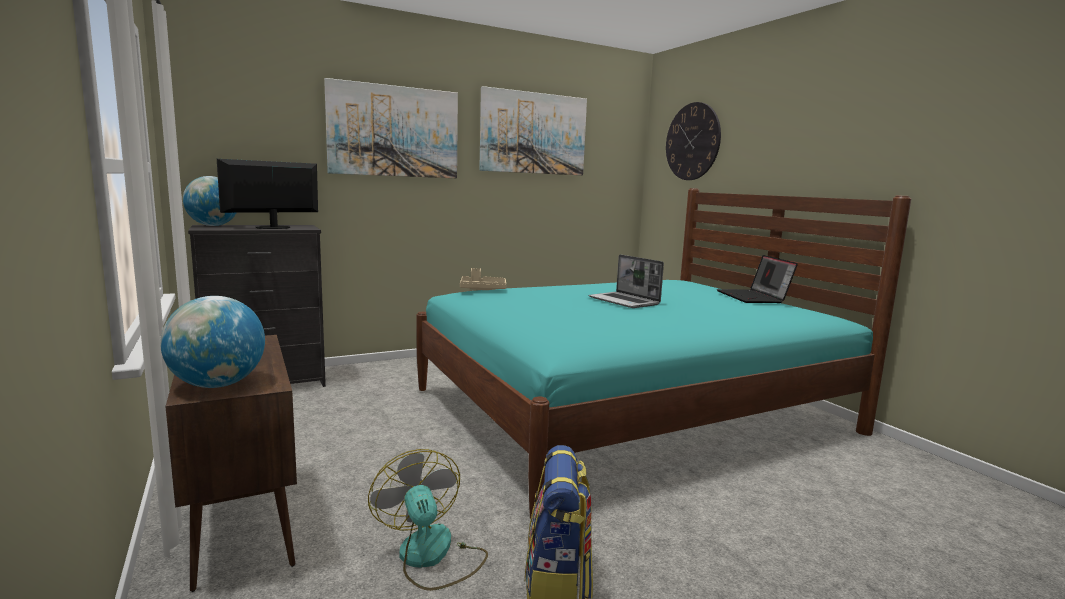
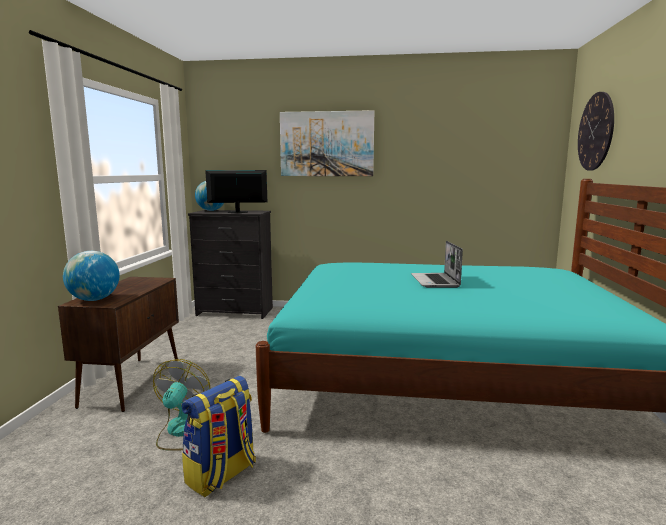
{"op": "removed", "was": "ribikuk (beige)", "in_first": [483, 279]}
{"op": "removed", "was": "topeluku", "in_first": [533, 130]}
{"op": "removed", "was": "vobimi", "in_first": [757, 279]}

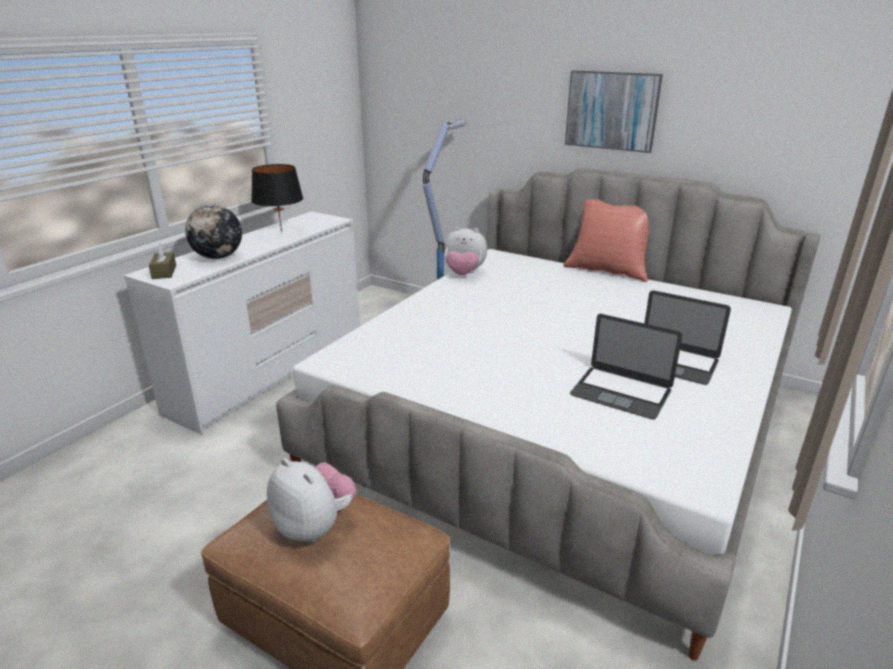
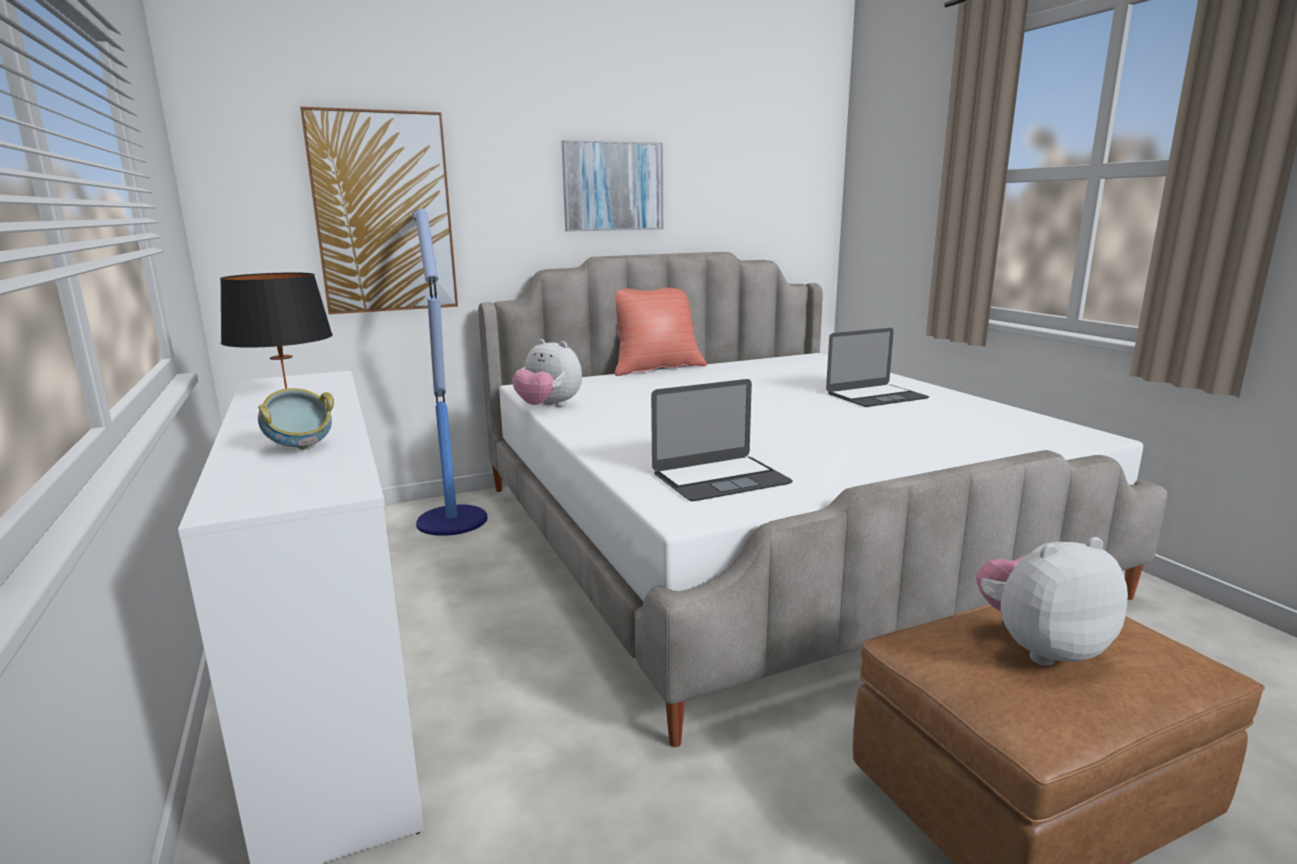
{"op": "removed", "was": "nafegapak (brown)", "in_first": [162, 261]}
{"op": "replaced", "was": "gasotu", "now": "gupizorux", "in_first": [213, 232], "in_second": [296, 419]}
{"op": "turned", "was": "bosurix", "in_first": [465, 251], "in_second": [547, 373], "clockwise": 75}
{"op": "moved", "was": "vobimi", "in_first": [626, 366], "in_second": [722, 440]}
{"op": "added", "now": "topeluku", "in_second": [379, 210]}

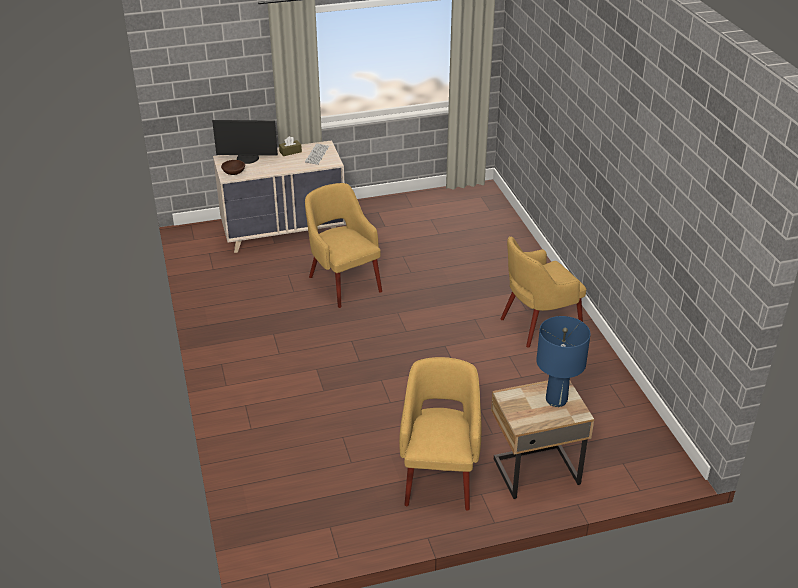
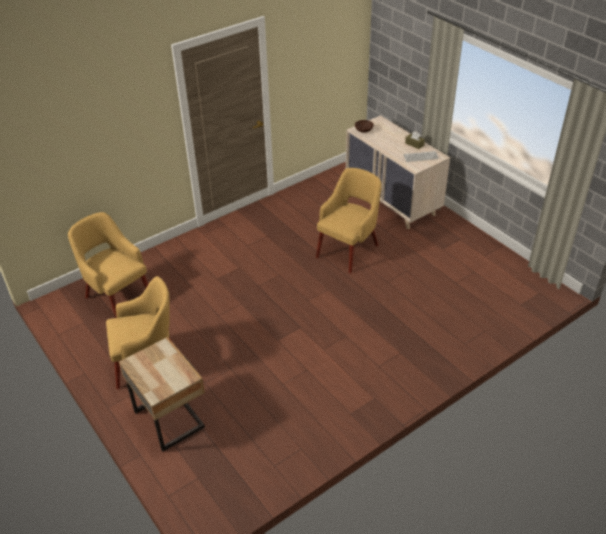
{"op": "removed", "was": "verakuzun", "in_first": [245, 142]}
{"op": "moved", "was": "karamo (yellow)", "in_first": [543, 292], "in_second": [108, 265]}
{"op": "removed", "was": "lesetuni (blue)", "in_first": [563, 361]}

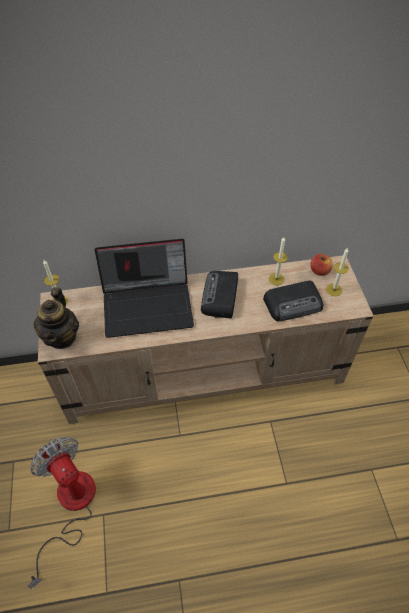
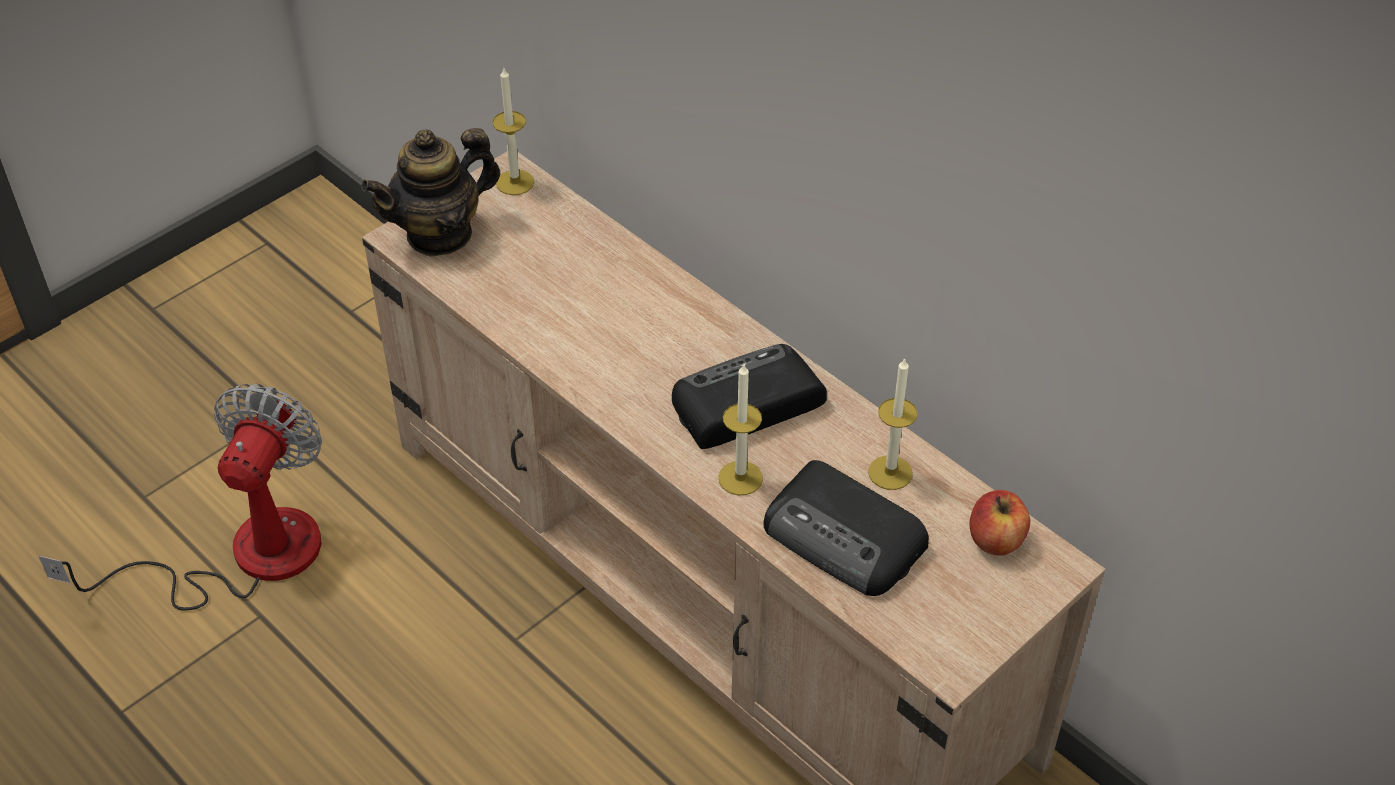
{"op": "removed", "was": "vobimi", "in_first": [144, 288]}
{"op": "moved", "was": "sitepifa", "in_first": [337, 272], "in_second": [740, 429]}

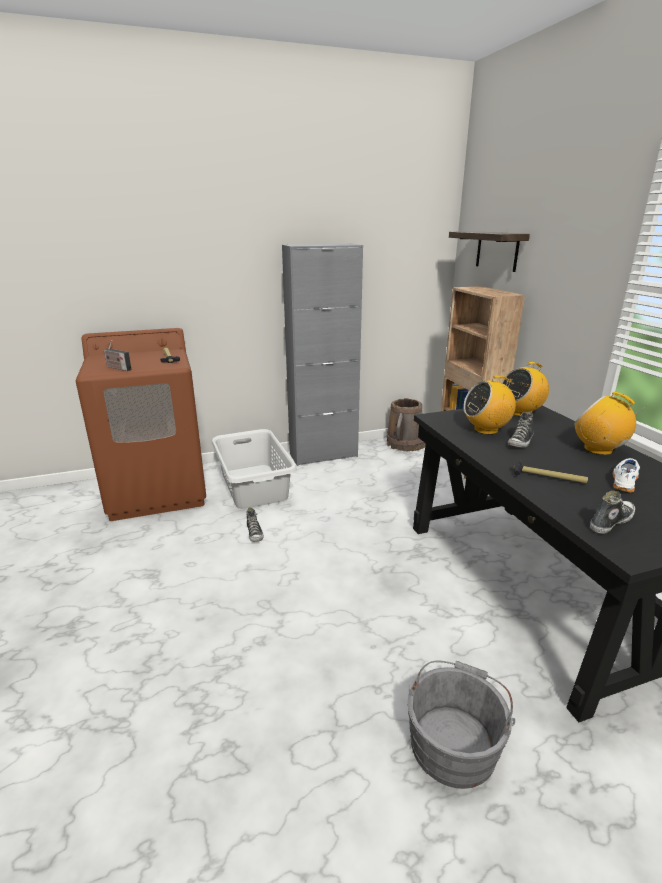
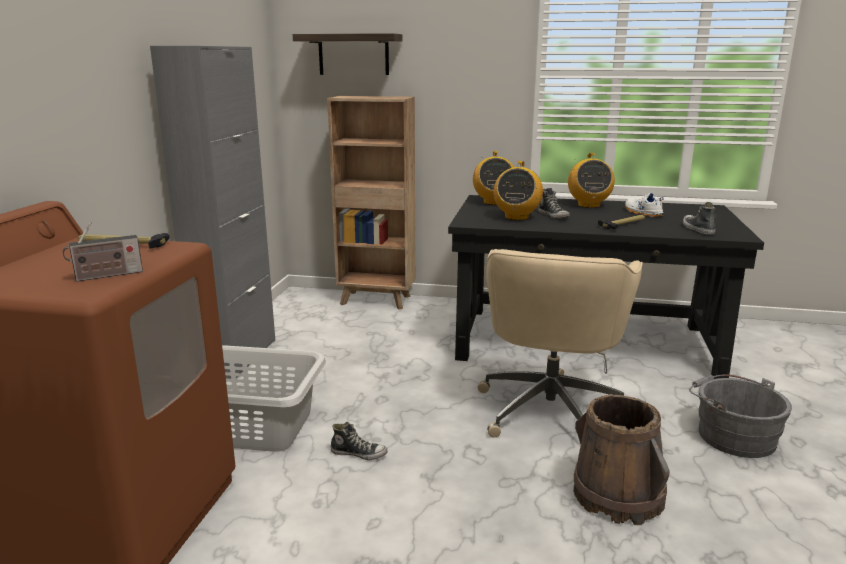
{"op": "moved", "was": "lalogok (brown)", "in_first": [406, 425], "in_second": [622, 459]}
{"op": "turned", "was": "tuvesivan", "in_first": [610, 423], "in_second": [591, 180], "clockwise": -75}
{"op": "added", "now": "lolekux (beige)", "in_second": [560, 343]}

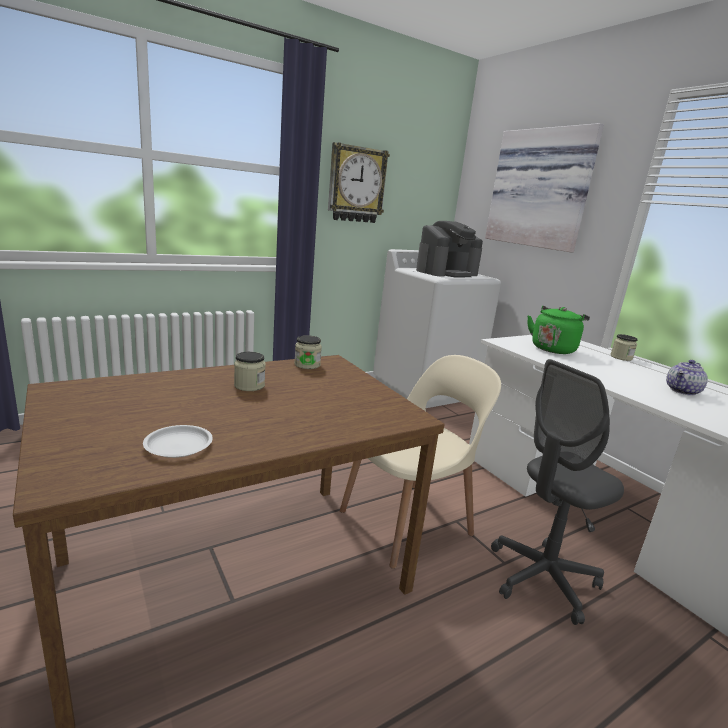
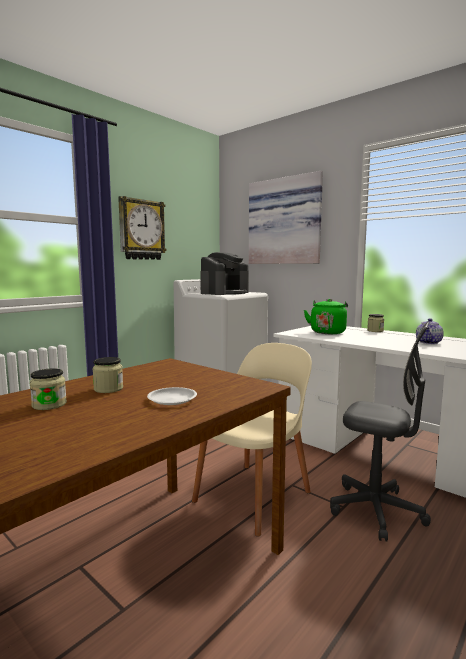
{"op": "moved", "was": "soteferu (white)", "in_first": [178, 441], "in_second": [172, 396]}
{"op": "moved", "was": "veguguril", "in_first": [308, 352], "in_second": [48, 389]}
{"op": "turned", "was": "lolekux (grey)", "in_first": [557, 492], "in_second": [380, 432], "clockwise": -105}

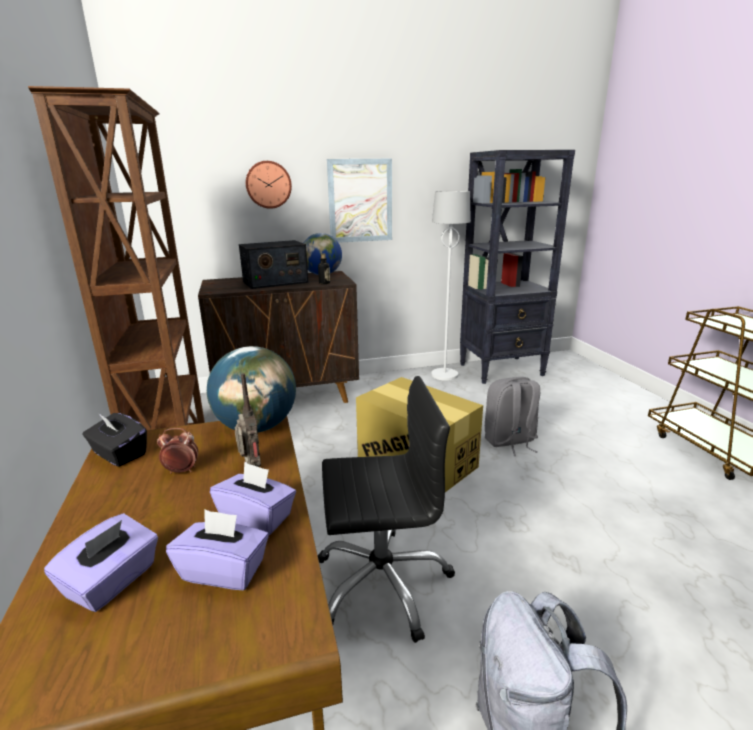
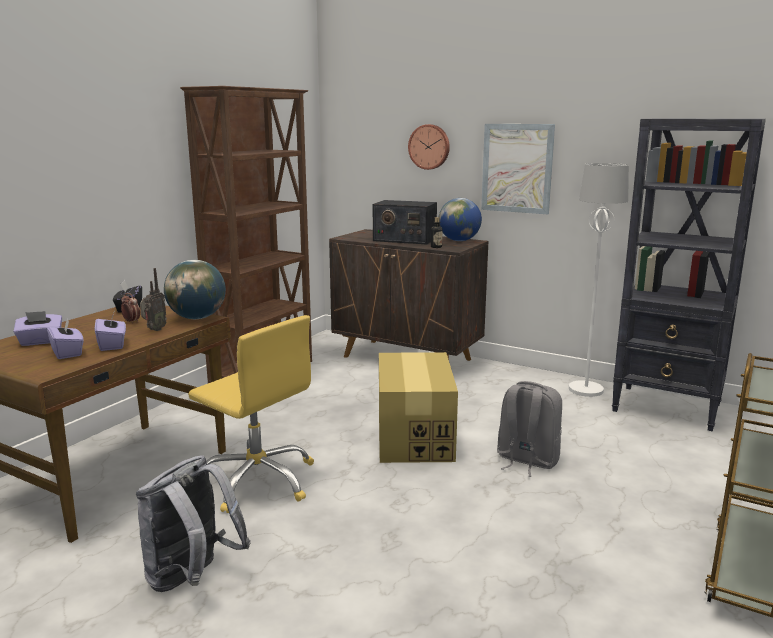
{"op": "recoloured", "was": "lolekux (black)", "now": "lolekux (yellow)", "in_first": [386, 509], "in_second": [251, 414]}

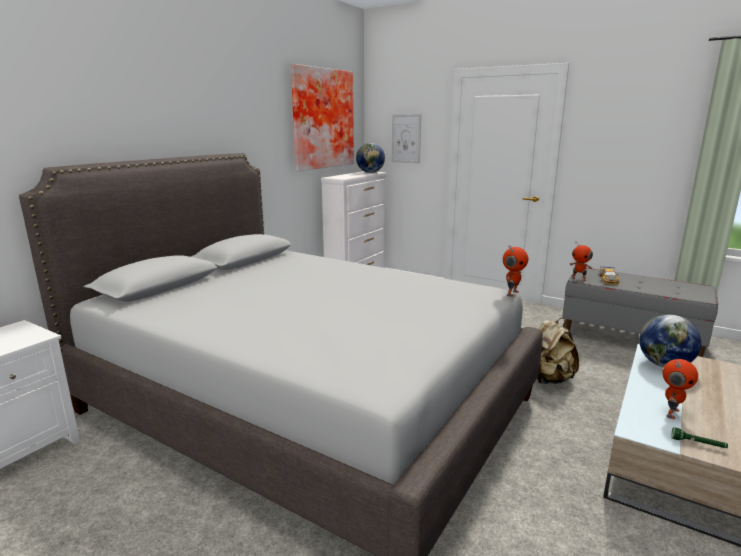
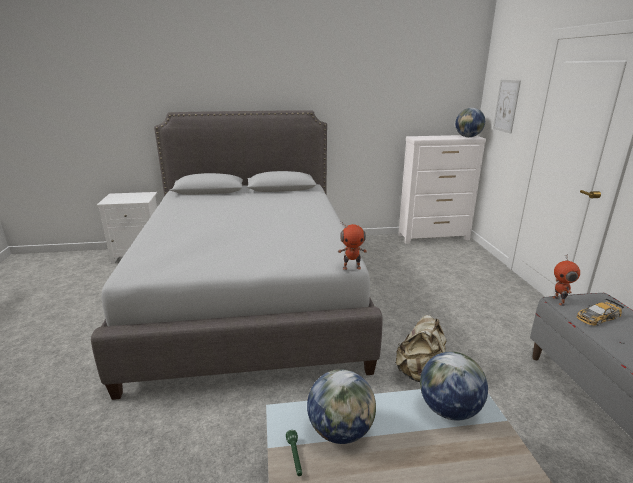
{"op": "removed", "was": "topeluku", "in_first": [322, 117]}
{"op": "replaced", "was": "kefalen", "now": "gasotu", "in_first": [680, 389], "in_second": [341, 406]}

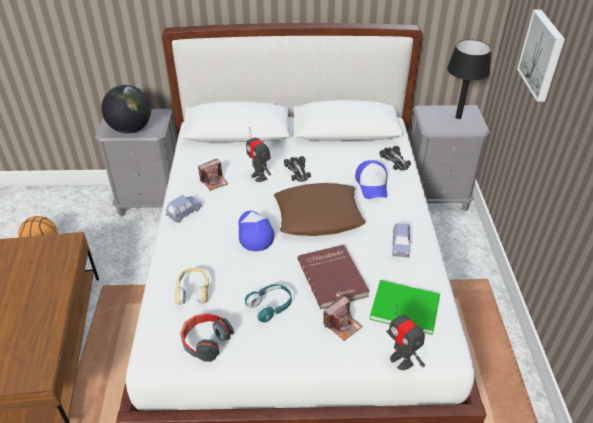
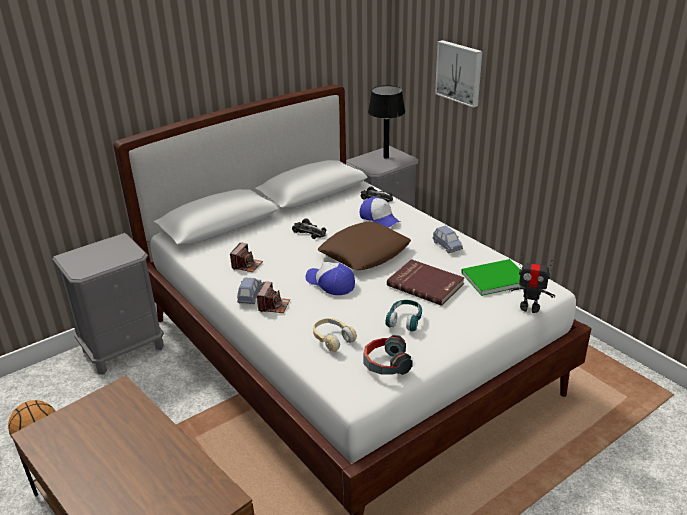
{"op": "removed", "was": "gasotu", "in_first": [126, 109]}
{"op": "removed", "was": "kefalen", "in_first": [258, 155]}
{"op": "moved", "was": "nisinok", "in_first": [343, 318], "in_second": [273, 297]}

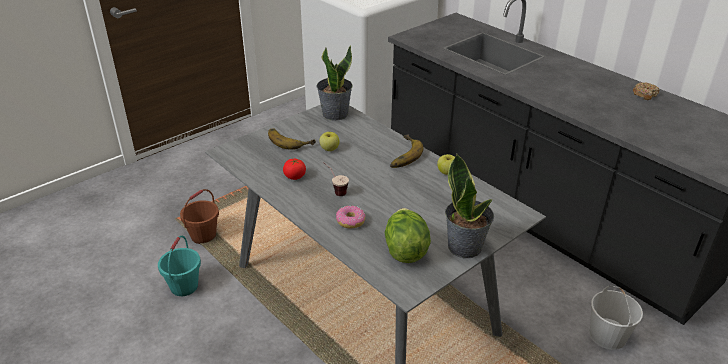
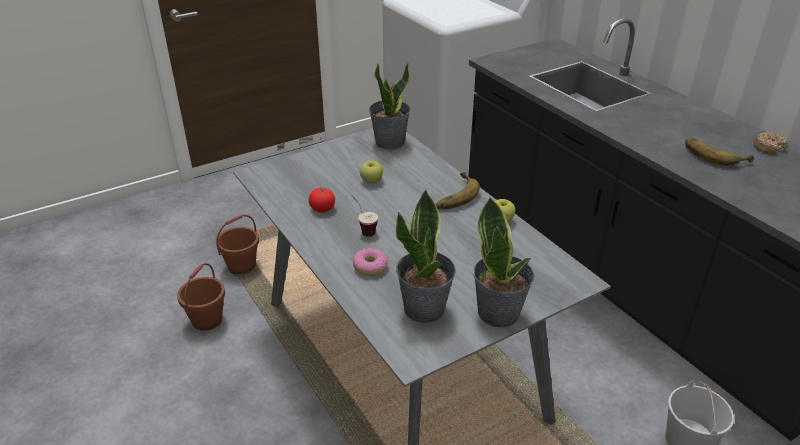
{"op": "recoloured", "was": "lalogok (turquoise)", "now": "lalogok (brown)", "in_first": [179, 266], "in_second": [201, 297]}
{"op": "moved", "was": "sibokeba", "in_first": [292, 139], "in_second": [719, 151]}
{"op": "replaced", "was": "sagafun", "now": "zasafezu", "in_first": [408, 235], "in_second": [426, 256]}

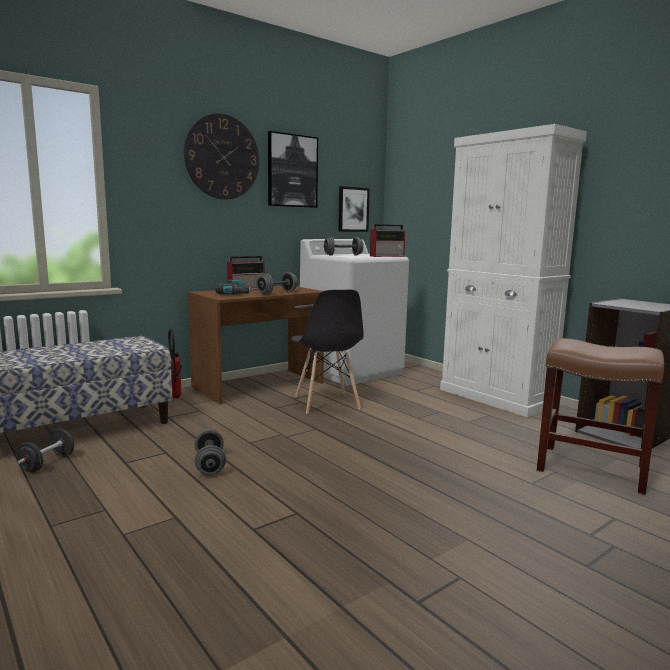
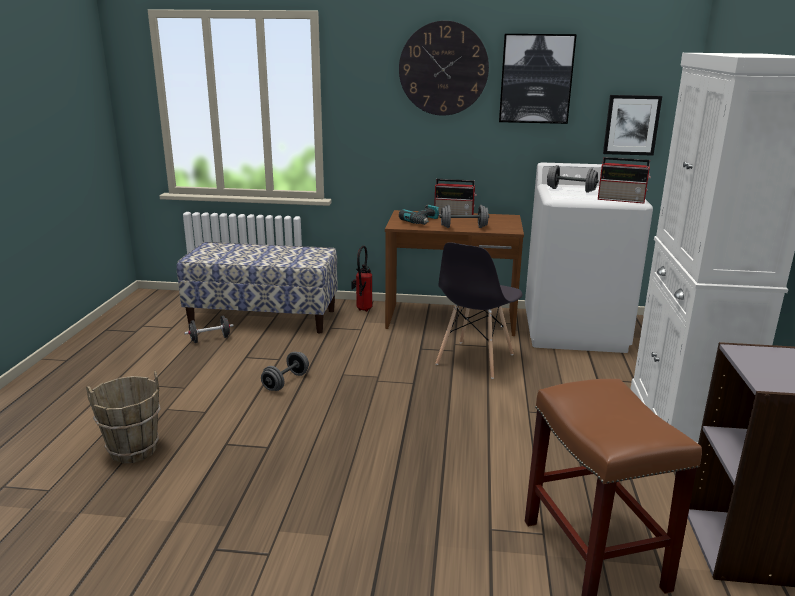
{"op": "added", "now": "lalogok (brown)", "in_second": [123, 417]}

